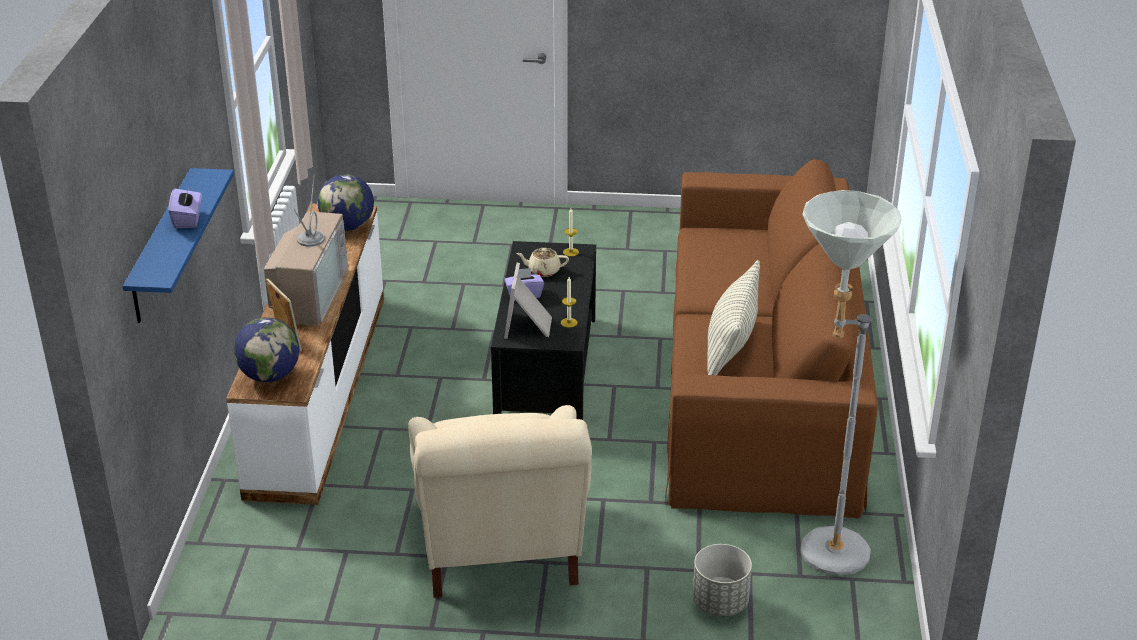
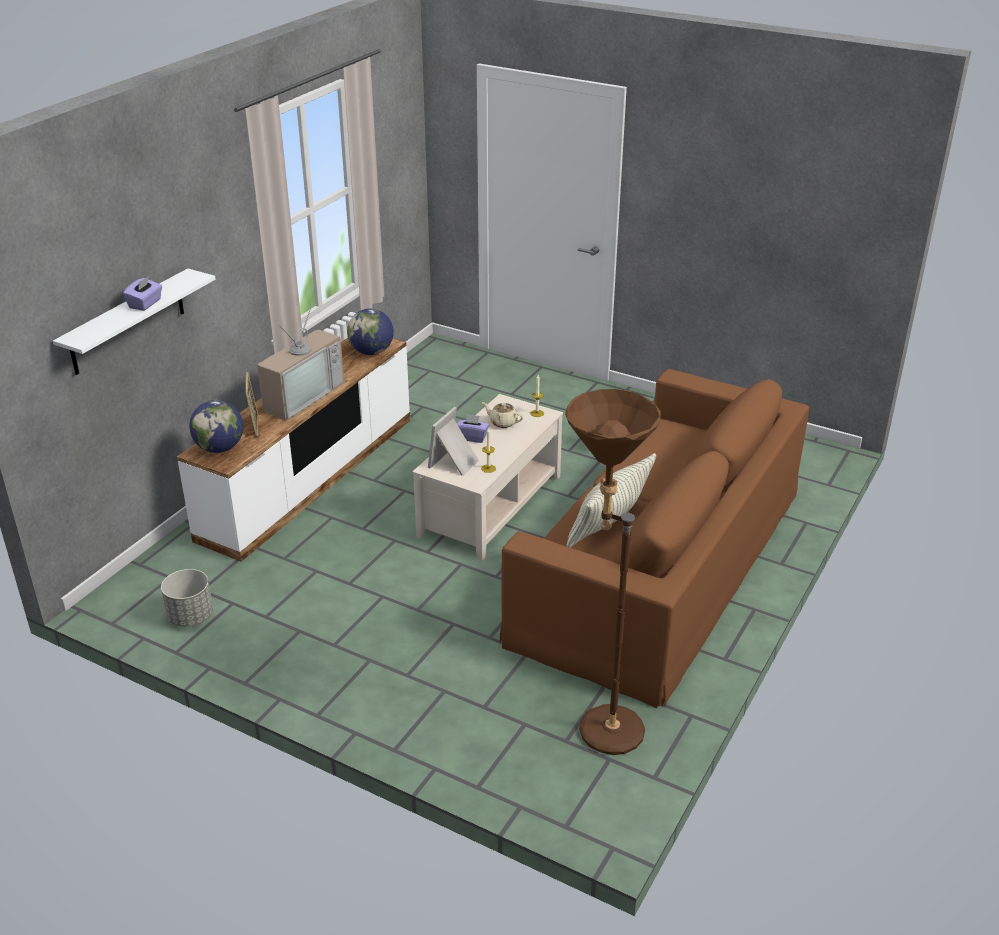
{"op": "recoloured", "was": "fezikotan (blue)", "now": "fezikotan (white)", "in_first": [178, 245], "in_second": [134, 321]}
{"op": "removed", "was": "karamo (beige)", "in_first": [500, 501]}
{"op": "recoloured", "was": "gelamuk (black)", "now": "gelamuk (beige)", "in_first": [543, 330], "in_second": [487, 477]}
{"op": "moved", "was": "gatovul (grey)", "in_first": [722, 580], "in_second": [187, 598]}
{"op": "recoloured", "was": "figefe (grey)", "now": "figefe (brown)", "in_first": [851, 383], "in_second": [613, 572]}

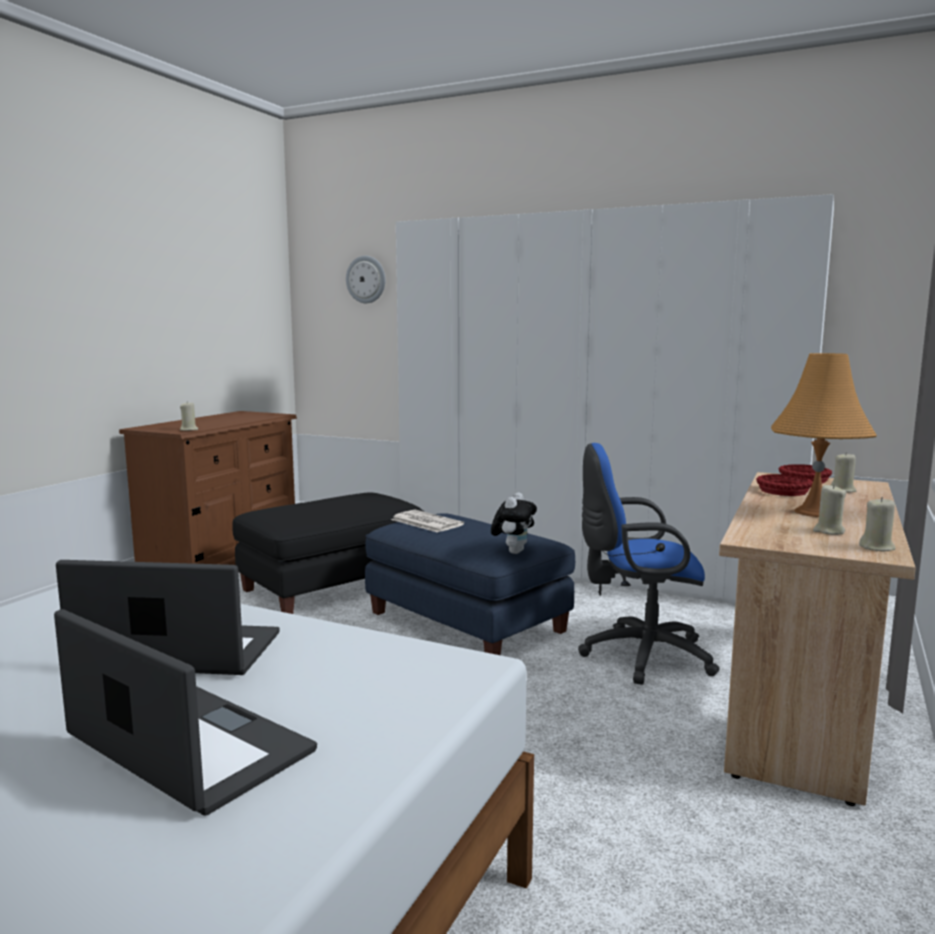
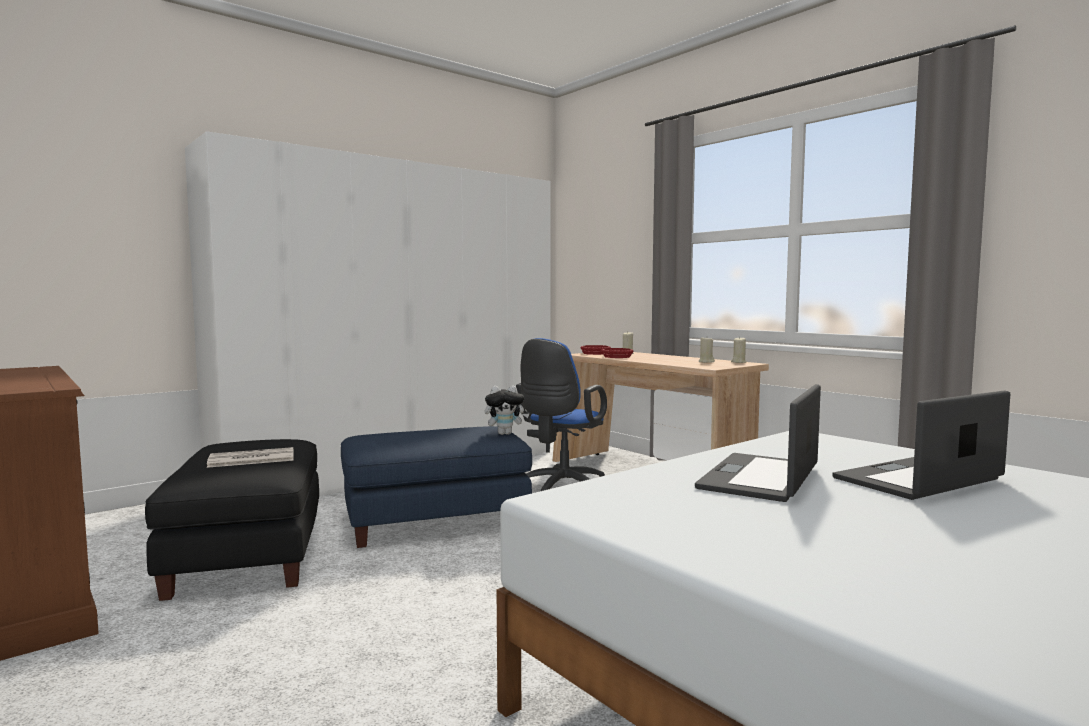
{"op": "removed", "was": "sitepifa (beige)", "in_first": [189, 417]}
{"op": "removed", "was": "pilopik", "in_first": [365, 279]}
{"op": "moved", "was": "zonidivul", "in_first": [427, 521], "in_second": [250, 457]}
{"op": "turned", "was": "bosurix", "in_first": [514, 523], "in_second": [507, 410], "clockwise": 120}
{"op": "removed", "was": "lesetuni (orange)", "in_first": [824, 435]}

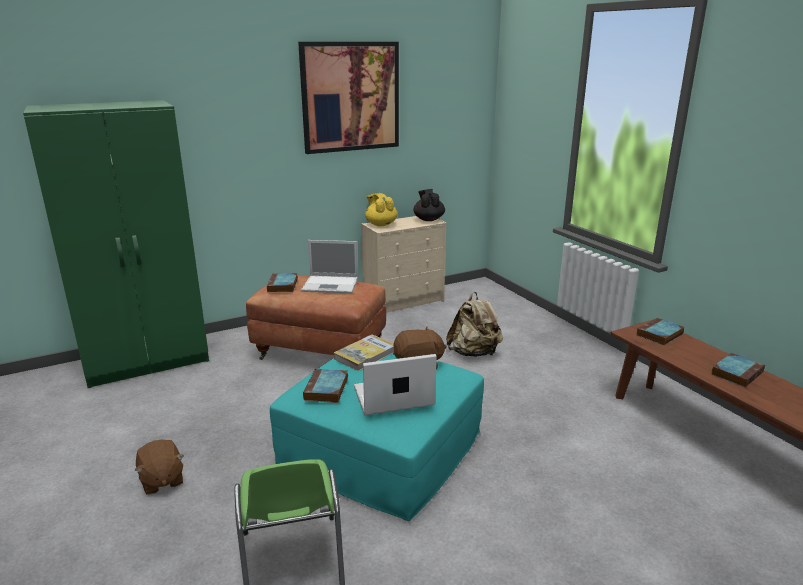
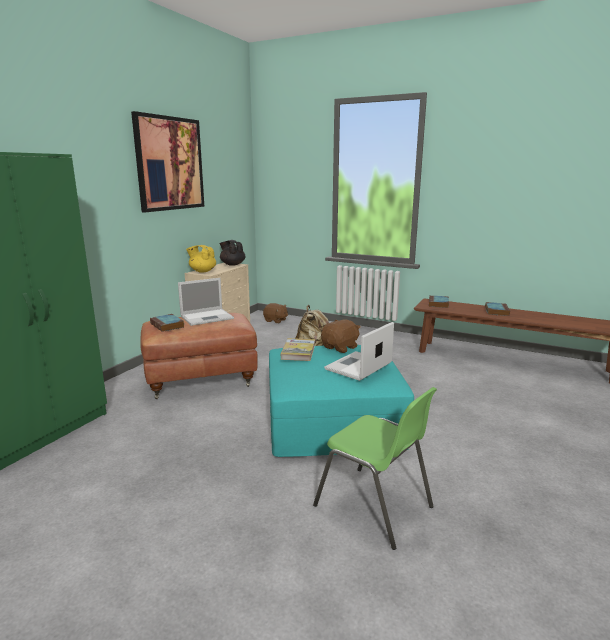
{"op": "moved", "was": "bosurix (brown)", "in_first": [159, 467], "in_second": [275, 313]}
{"op": "removed", "was": "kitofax", "in_first": [325, 386]}

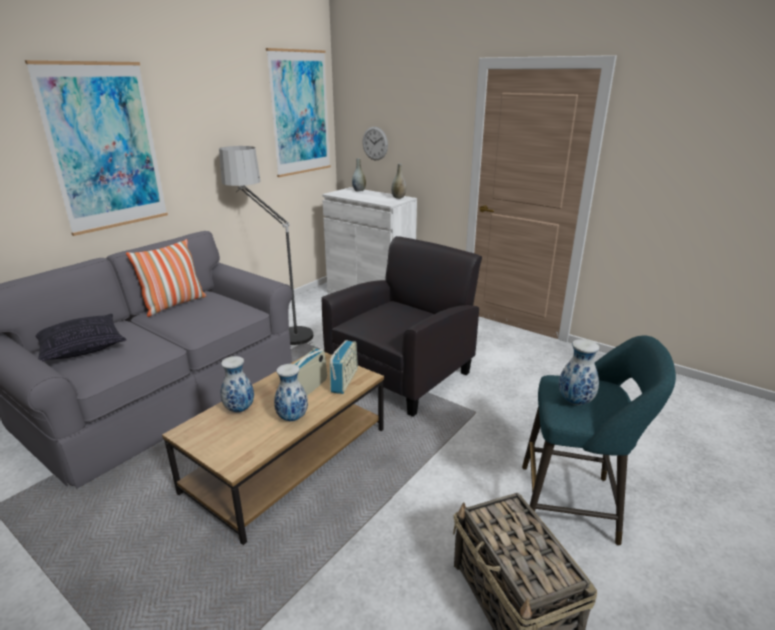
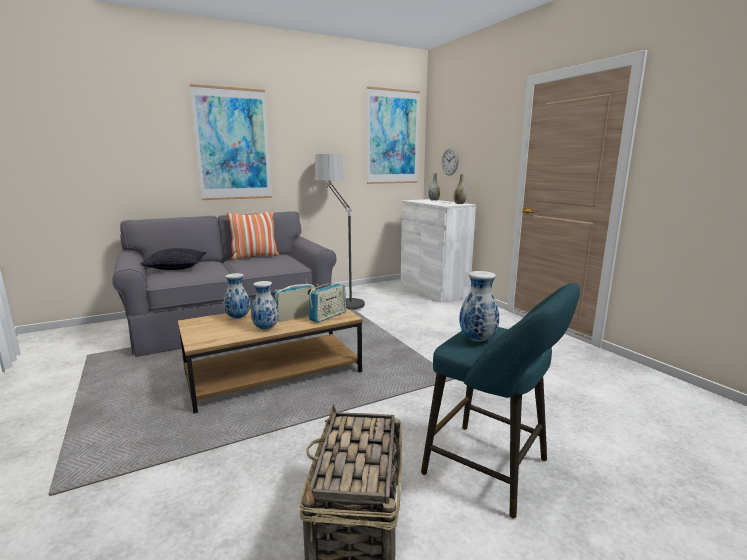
{"op": "removed", "was": "karamo (black)", "in_first": [402, 326]}

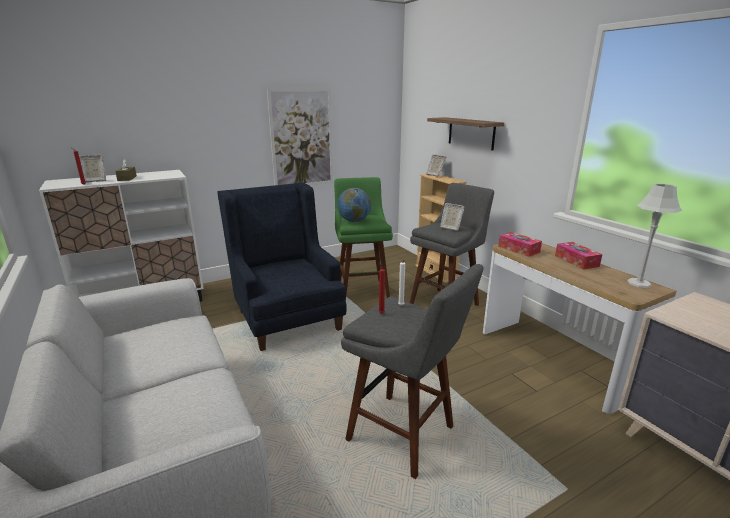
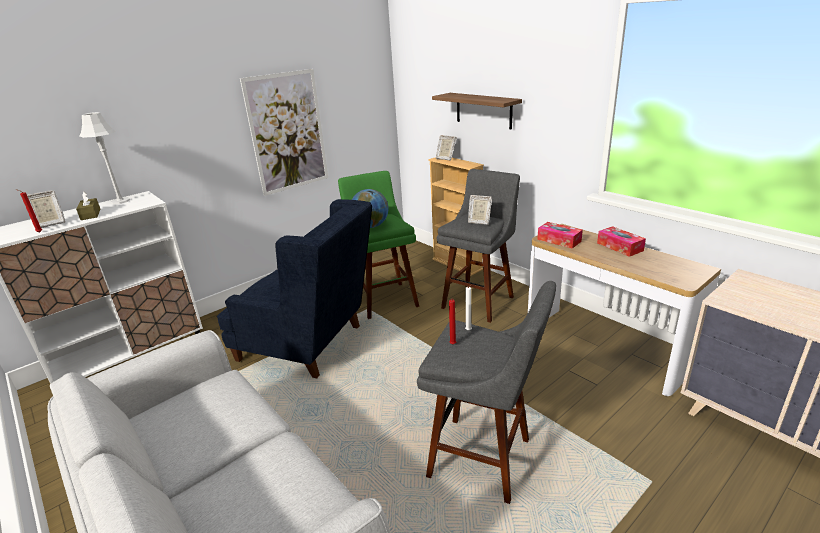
{"op": "turned", "was": "karamo (blue)", "in_first": [282, 266], "in_second": [294, 288], "clockwise": 150}
{"op": "moved", "was": "lesetuni (grey)", "in_first": [654, 235], "in_second": [105, 158]}

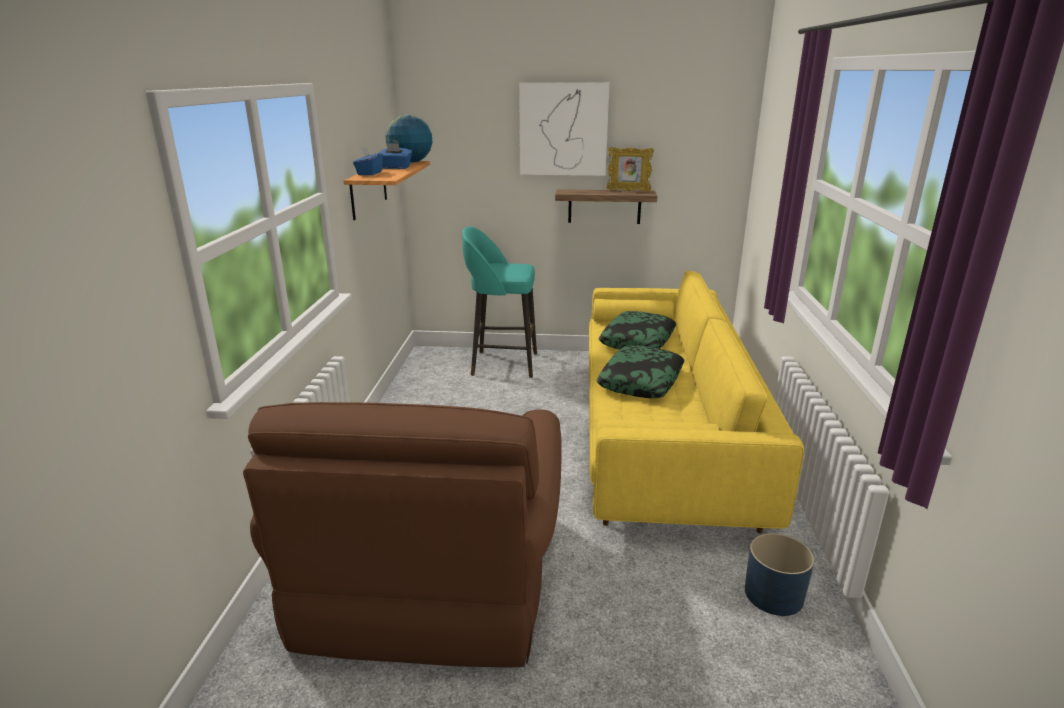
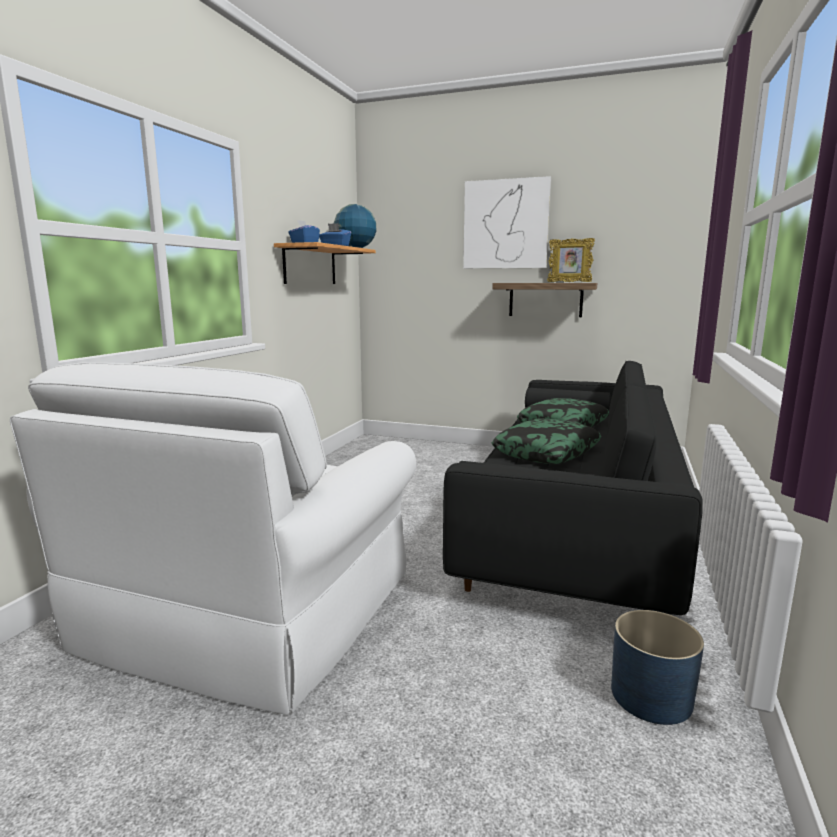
{"op": "recoloured", "was": "karamo (brown)", "now": "karamo (white)", "in_first": [402, 534], "in_second": [213, 538]}
{"op": "removed", "was": "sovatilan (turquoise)", "in_first": [499, 302]}
{"op": "recoloured", "was": "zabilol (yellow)", "now": "zabilol (black)", "in_first": [696, 402], "in_second": [573, 488]}

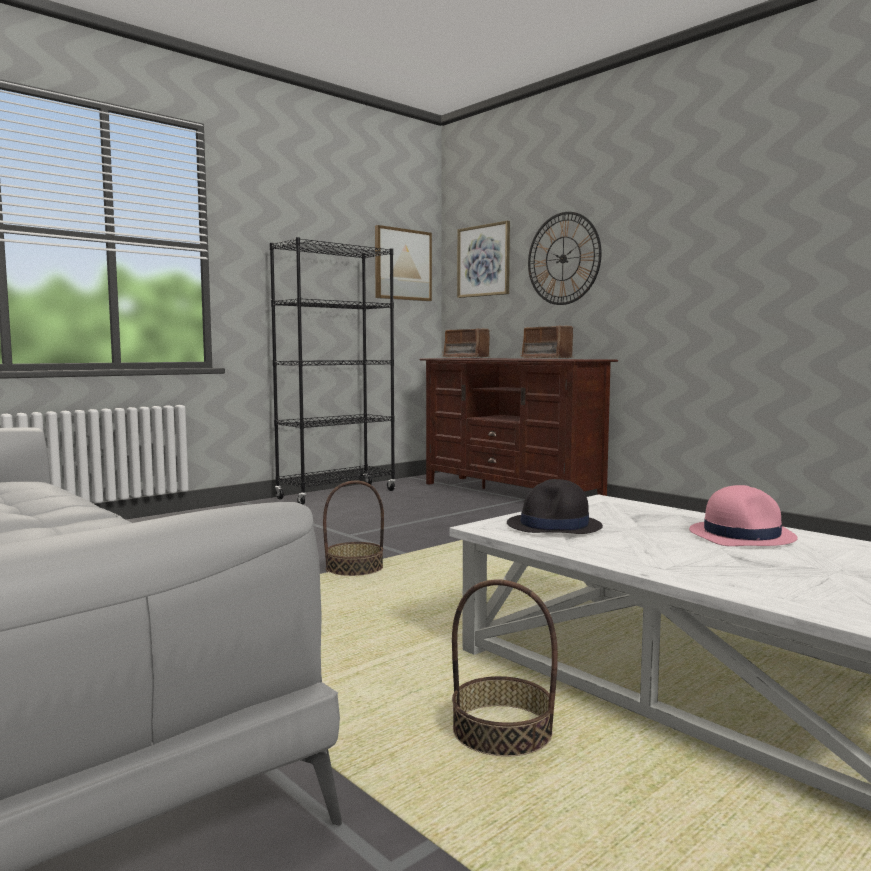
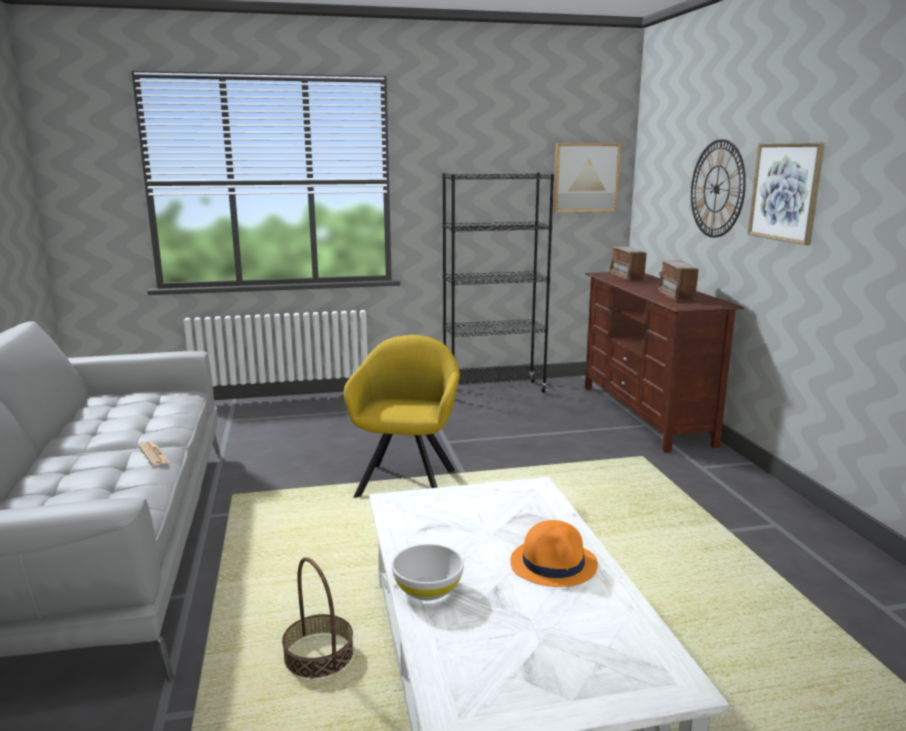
{"op": "replaced", "was": "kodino", "now": "karamo (yellow)", "in_first": [353, 528], "in_second": [402, 416]}
{"op": "moved", "was": "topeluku", "in_first": [483, 259], "in_second": [786, 194]}
{"op": "removed", "was": "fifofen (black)", "in_first": [555, 506]}
{"op": "recoloured", "was": "fifofen (pink)", "now": "fifofen (orange)", "in_first": [743, 515], "in_second": [554, 553]}
{"op": "added", "now": "zonidivul", "in_second": [154, 454]}
{"op": "added", "now": "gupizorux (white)", "in_second": [428, 572]}

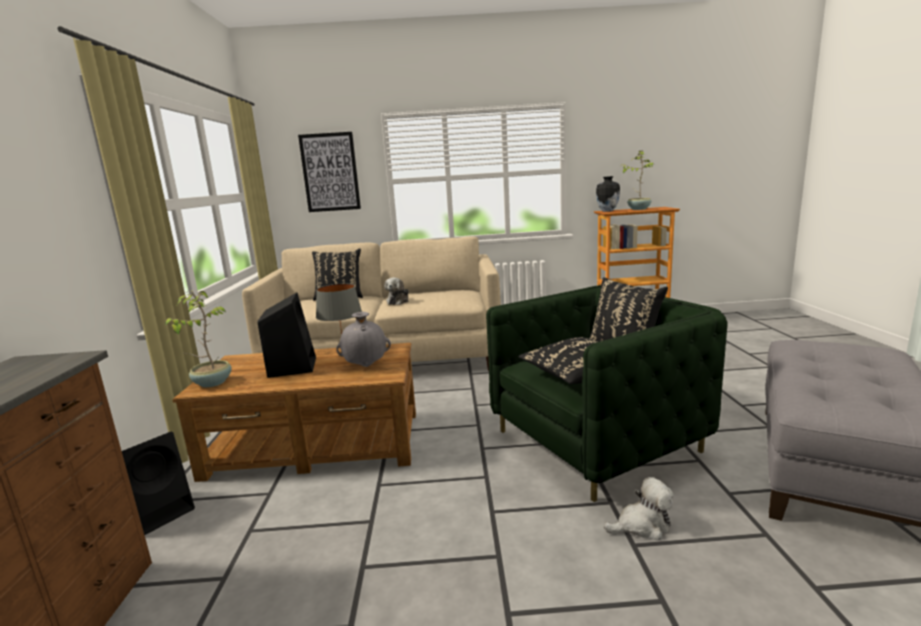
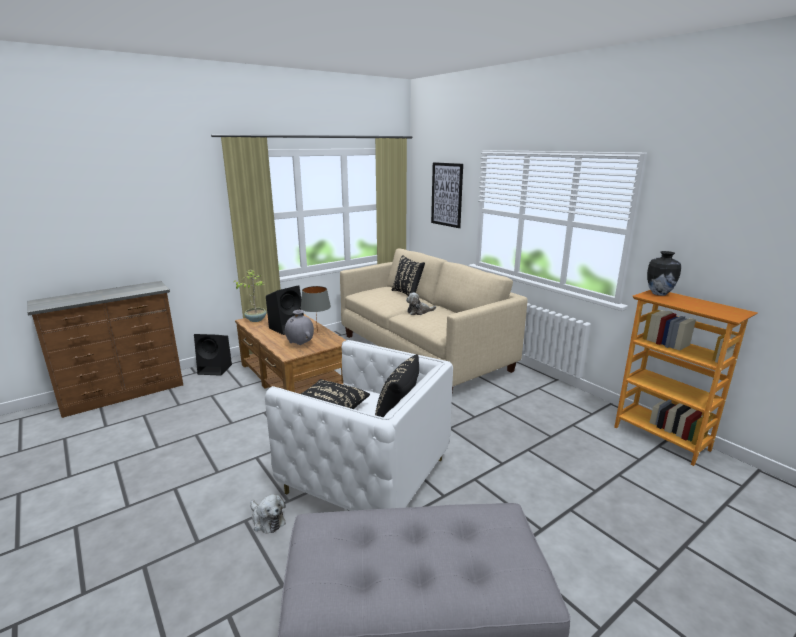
{"op": "recoloured", "was": "karamo (green)", "now": "karamo (white)", "in_first": [607, 393], "in_second": [359, 425]}
{"op": "removed", "was": "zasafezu", "in_first": [638, 180]}

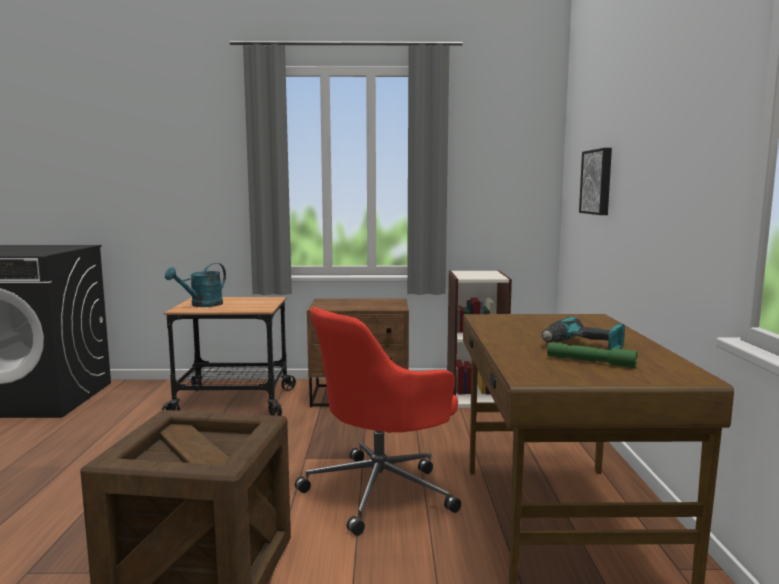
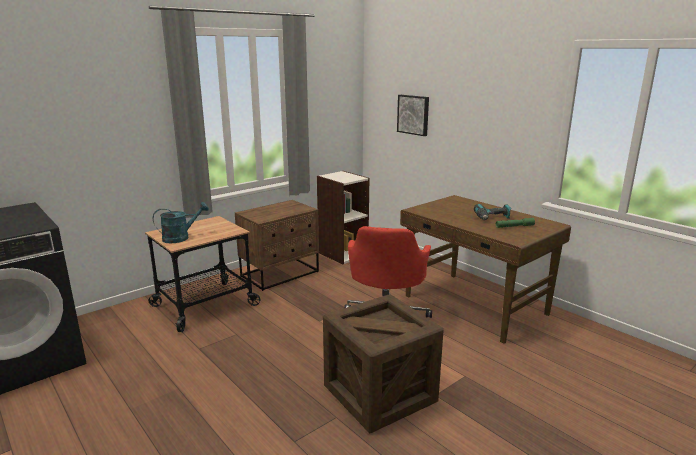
{"op": "turned", "was": "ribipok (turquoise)", "in_first": [195, 285], "in_second": [181, 222], "clockwise": -120}

